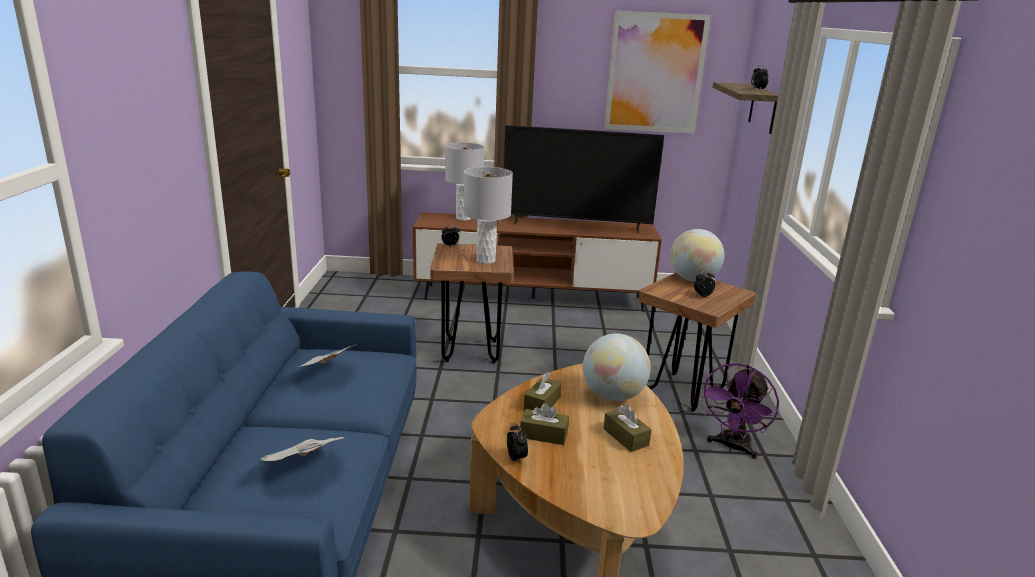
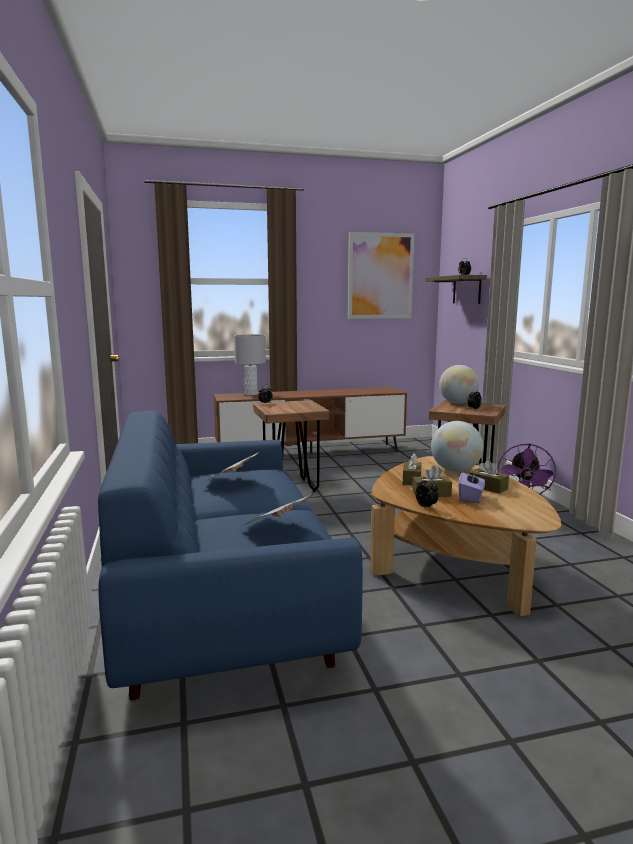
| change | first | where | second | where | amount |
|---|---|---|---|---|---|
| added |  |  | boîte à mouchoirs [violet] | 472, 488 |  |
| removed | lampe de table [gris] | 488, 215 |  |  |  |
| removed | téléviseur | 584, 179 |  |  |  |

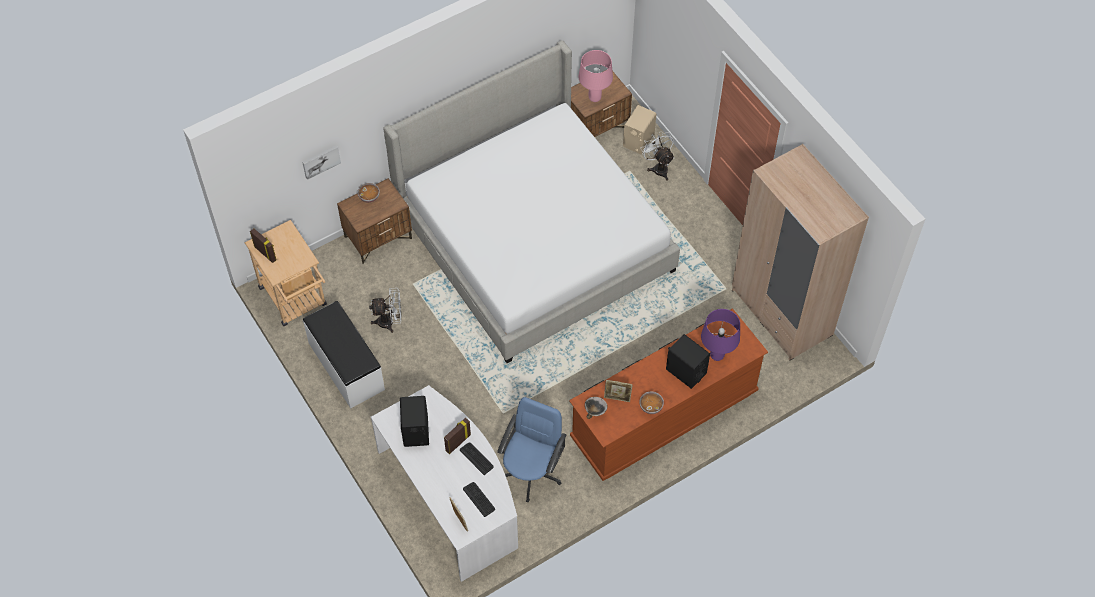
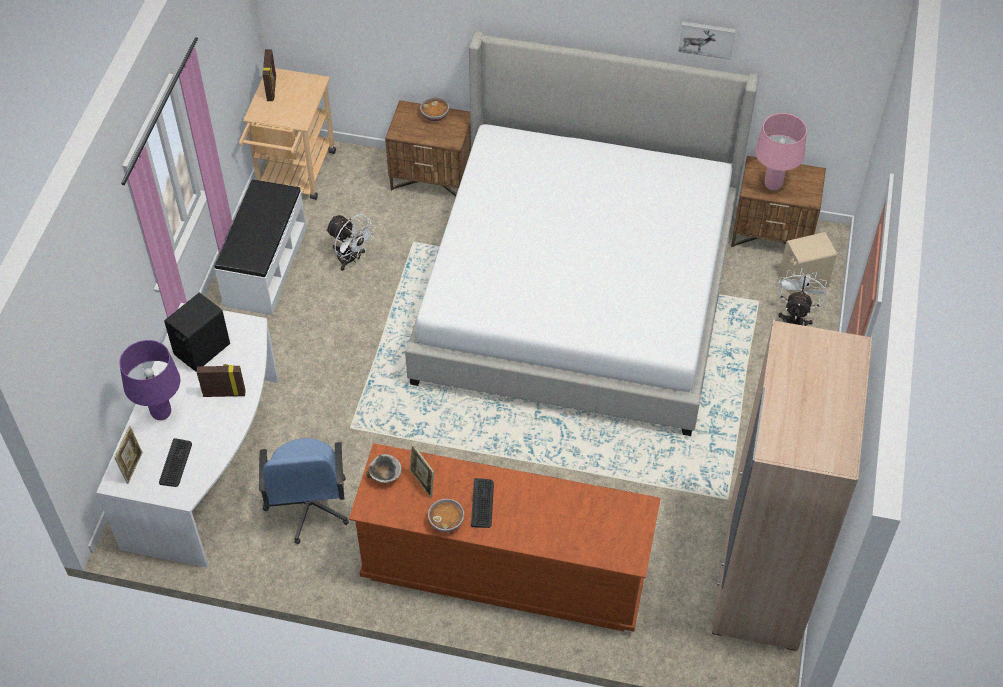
| change | first | where | second | where | amount |
|---|---|---|---|---|---|
| moved | lampe de table [violet] | 720, 335 |  | 149, 380 |  |
| turned | chaise de bureau [bleu] | 532, 449 |  | 304, 491 | 105 degrees clockwise |
| moved | clavier | 477, 459 |  | 482, 503 |  |
| moved | tableau | 321, 162 |  | 707, 41 |  |
| removed | enceinte [noir] | 688, 361 |  |  |  |

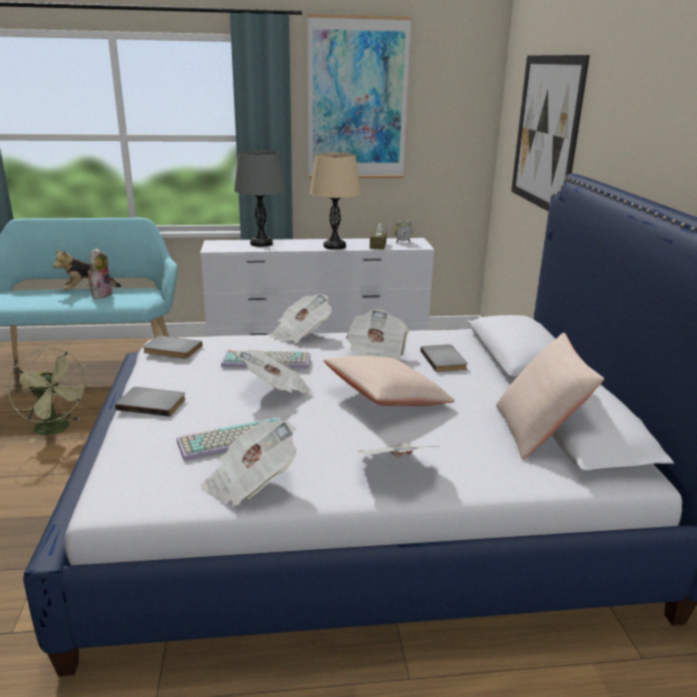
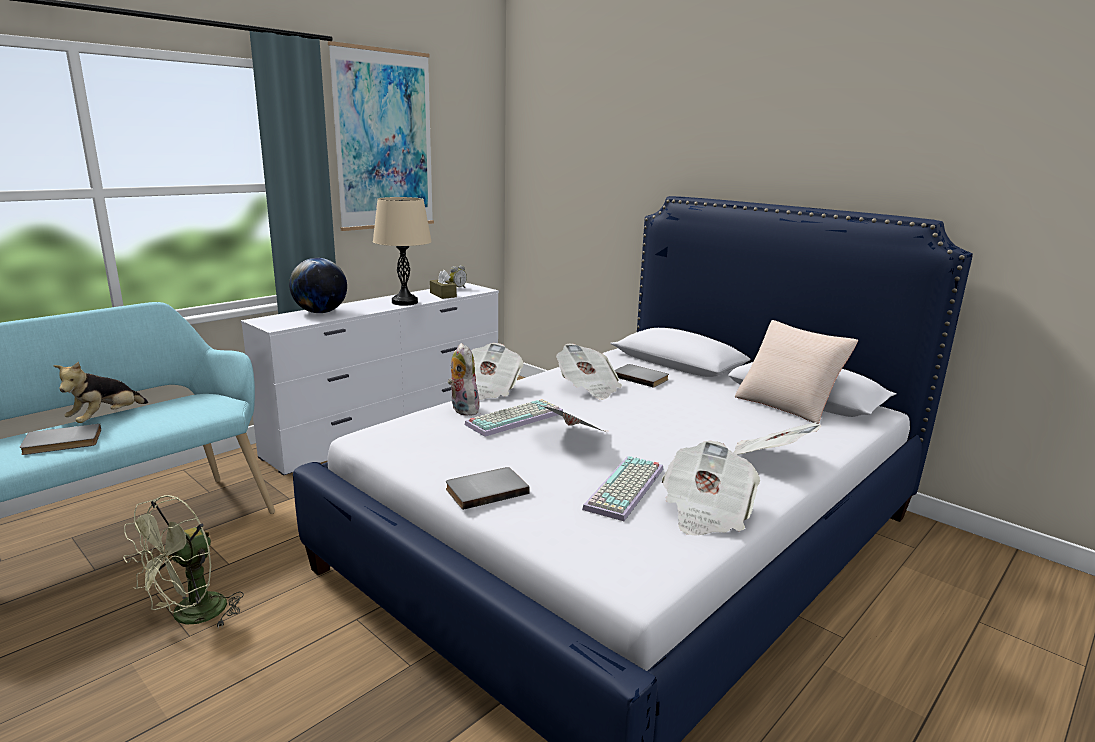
| change | first | where | second | where | amount |
|---|---|---|---|---|---|
| moved | livre [gris] | 173, 347 |  | 60, 439 |  |
| turned | ventilateur [vert] | 49, 395 |  | 183, 562 | 120 degrees clockwise |
| replaced | lampe de table [gris] | 259, 198 | globe | 318, 285 |  |
| moved | peluche | 100, 273 |  | 463, 379 |  |
| removed | coussin [beige] | 389, 381 |  |  |  |
| removed | tableau | 550, 133 |  |  |  |

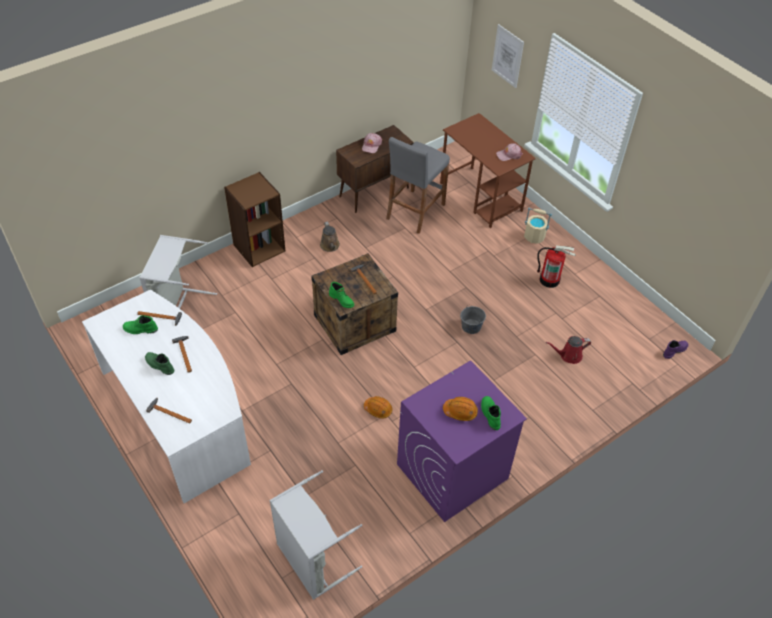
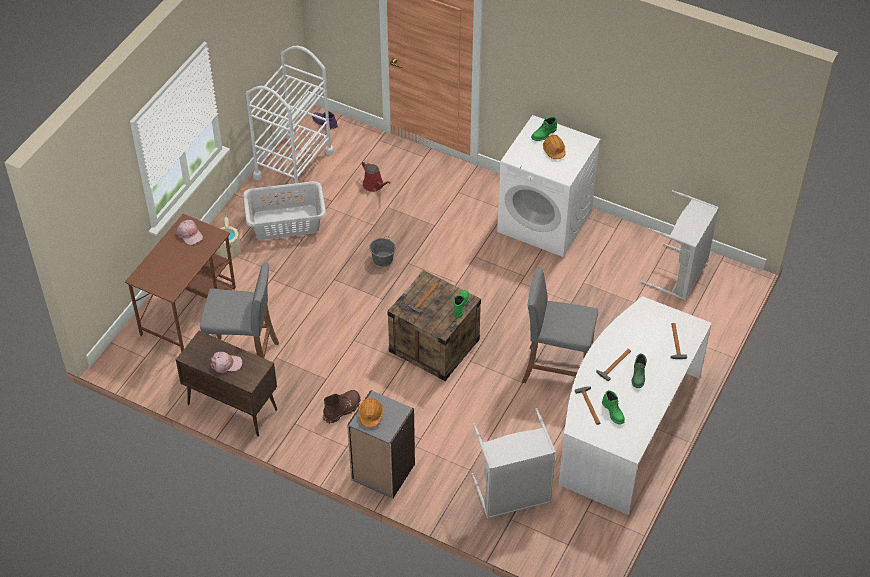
| change | first | where | second | where | amount |
|---|---|---|---|---|---|
| replaced | extincteur | 556, 267 | panier à linge [gris] | 284, 210 |  |
| added |  |  | chariot [blanc] | 290, 120 |  |
| replaced | arrosoir [marron] | 330, 236 | botte [marron] | 342, 407 |  |
| recoloured | bibliothèque [marron] | 254, 219 | bibliothèque [gris] | 381, 444 |  |
| moved | casque de chantier [orange] | 378, 407 |  | 370, 413 |  |
| recoloured | lave-linge [violet] | 462, 441 | lave-linge [blanc] | 549, 186 |  |
| added |  |  | tabouret [gris] | 560, 325 |  |
| removed | tableau | 508, 56 |  |  |  |

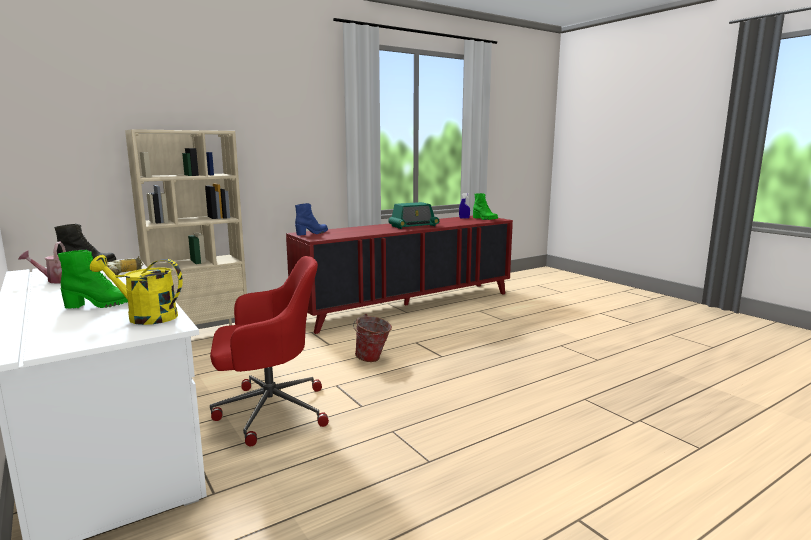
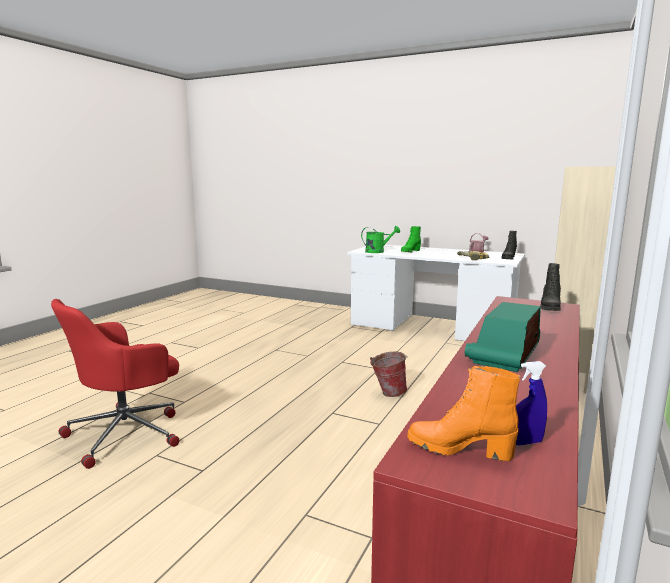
| change | first | where | second | where | amount |
|---|---|---|---|---|---|
| moved | chaise de bureau [rouge] | 269, 351 |  | 115, 384 |  |
| recoloured | arrosoir [jaune] | 136, 290 | arrosoir [vert] | 380, 239 |  |
| recoloured | botte [vert] | 485, 206 | botte [orange] | 464, 413 |  |
| recoloured | botte [bleu] | 311, 219 | botte [noir] | 550, 287 |  |

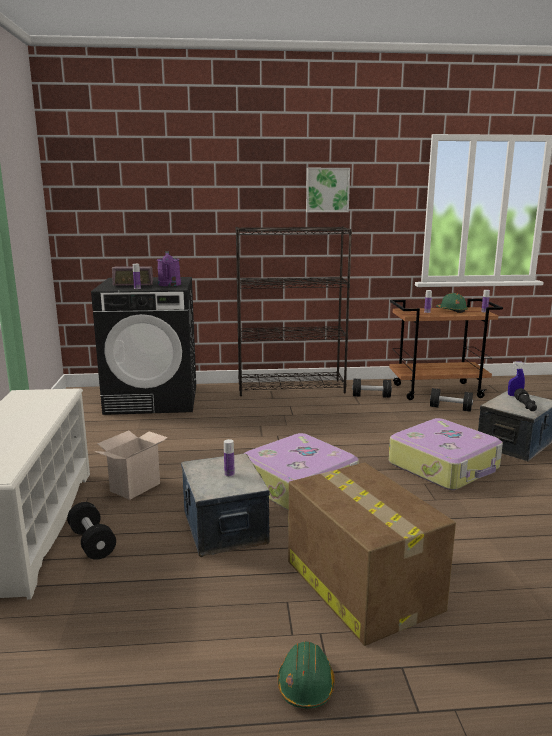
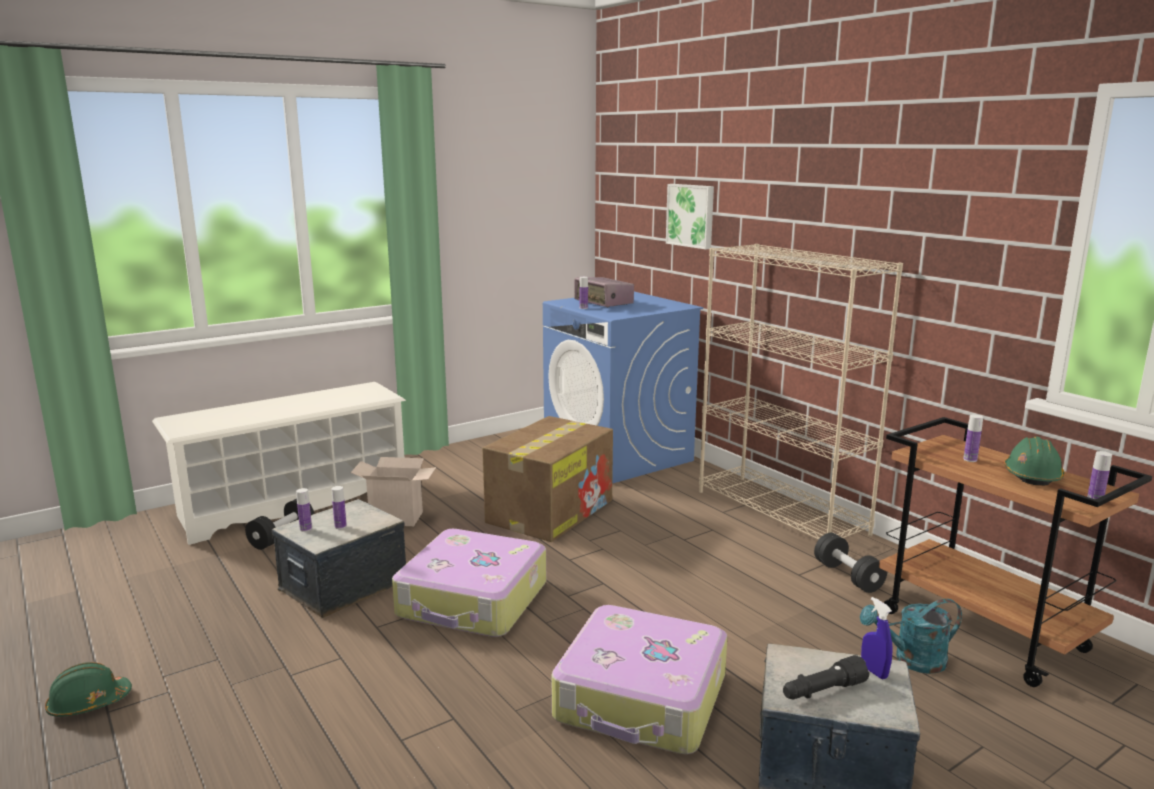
| change | first | where | second | where | amount |
|---|---|---|---|---|---|
| added |  |  | bouteille | 304, 510 |  |
| moved | carton | 372, 554 |  | 547, 479 |  |
| recoloured | lave-linge [noir] | 143, 346 | lave-linge [bleu] | 623, 388 |  |
| moved | tableau | 328, 190 |  | 690, 216 |  |
| recoloured | bibliothèque [noir] | 293, 311 | bibliothèque [beige] | 801, 391 |  |
| replaced | haltère [noir] | 451, 400 | arrosoir [turquoise] | 911, 636 |  |
| removed | arrosoir [violet] | 169, 268 |  |  |  |

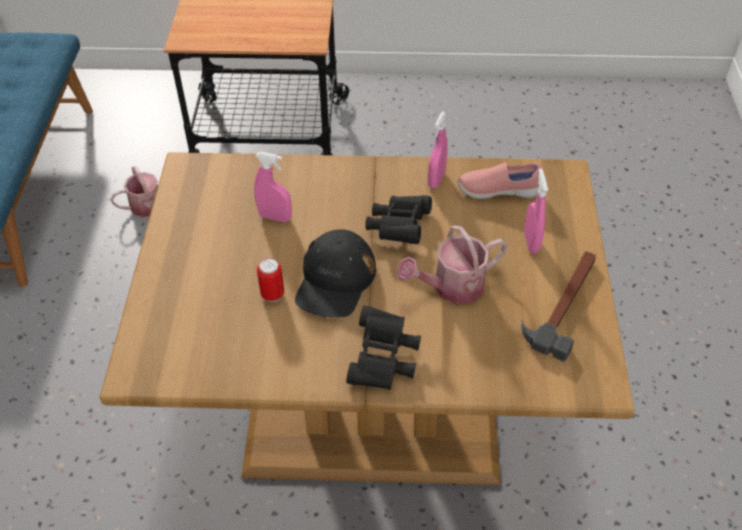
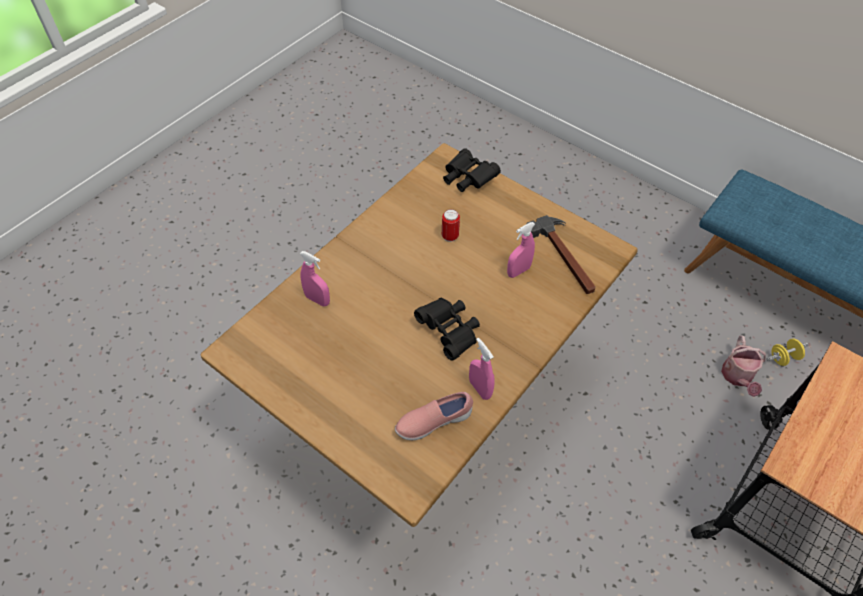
| change | first | where | second | where | amount |
|---|---|---|---|---|---|
| moved | vaporisateur [rose] | 536, 210 |  | 315, 279 |  |
| turned | chaussure [rose] | 499, 180 |  | 434, 416 | 150 degrees counterclockwise |
| moved | jumelles [noir] | 383, 348 |  | 472, 170 |  |
| moved | marteau | 558, 306 |  | 561, 254 |  |
| added |  |  | haltère [jaune] | 788, 352 |  |
| removed | casquette [noir] | 335, 273 |  |  |  |
| removed | arrosoir | 452, 264 |  |  |  |

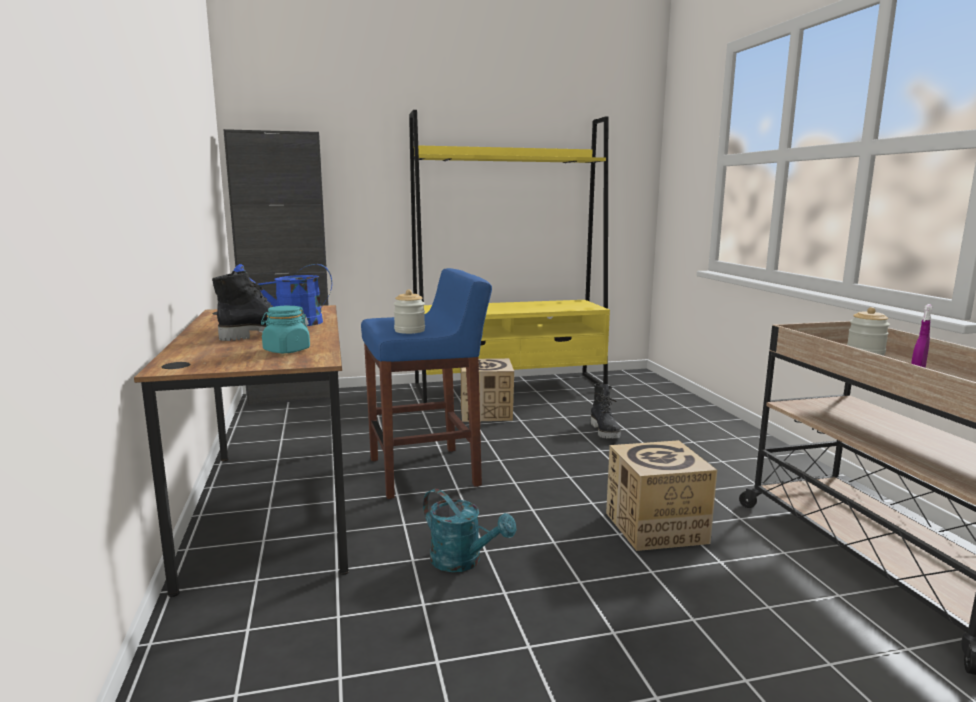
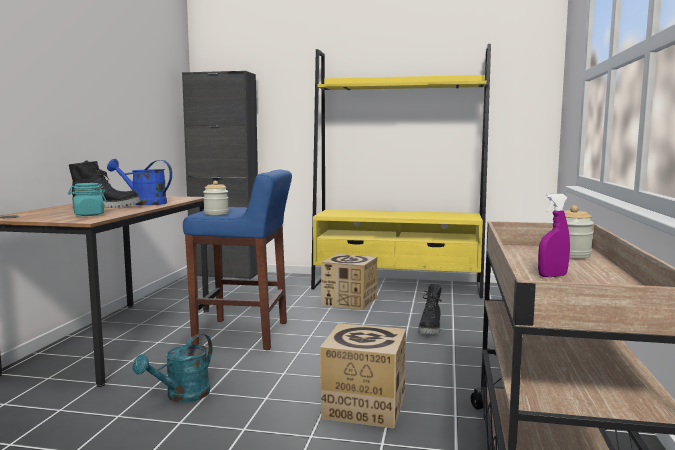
| change | first | where | second | where | amount |
|---|---|---|---|---|---|
| turned | arrosoir [turquoise] | 469, 530 |  | 173, 368 | 60 degrees clockwise |

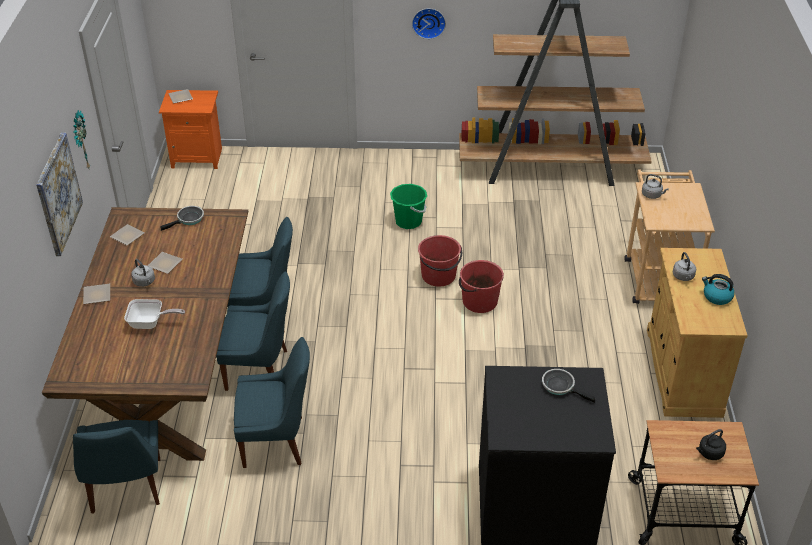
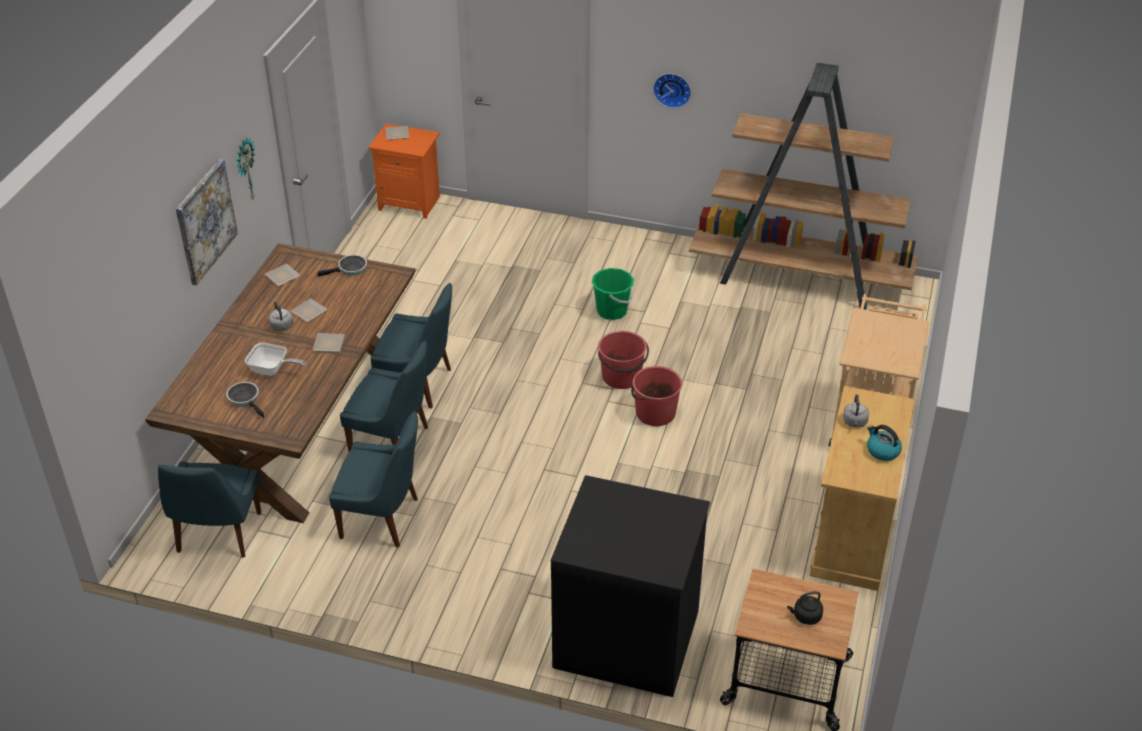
| change | first | where | second | where | amount |
|---|---|---|---|---|---|
| moved | poêle | 568, 386 |  | 245, 400 |  |
| moved | assiette | 96, 294 |  | 328, 342 |  |
| removed | bouilloire [gris] | 655, 186 |  |  |  |

